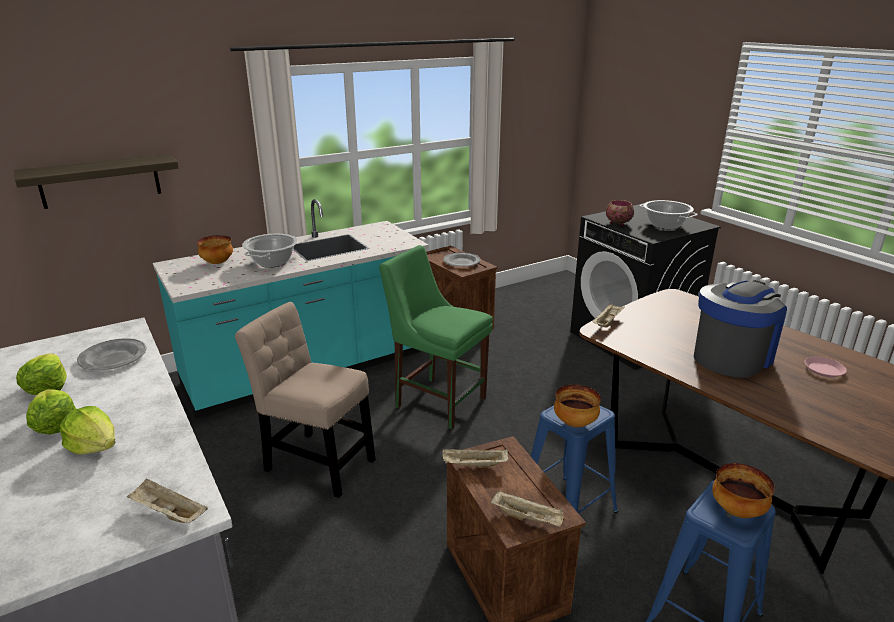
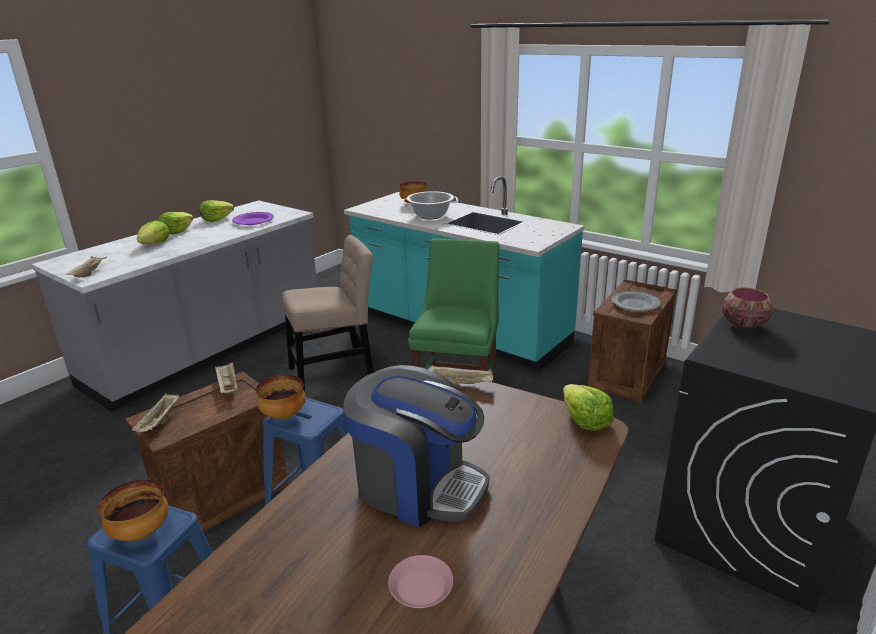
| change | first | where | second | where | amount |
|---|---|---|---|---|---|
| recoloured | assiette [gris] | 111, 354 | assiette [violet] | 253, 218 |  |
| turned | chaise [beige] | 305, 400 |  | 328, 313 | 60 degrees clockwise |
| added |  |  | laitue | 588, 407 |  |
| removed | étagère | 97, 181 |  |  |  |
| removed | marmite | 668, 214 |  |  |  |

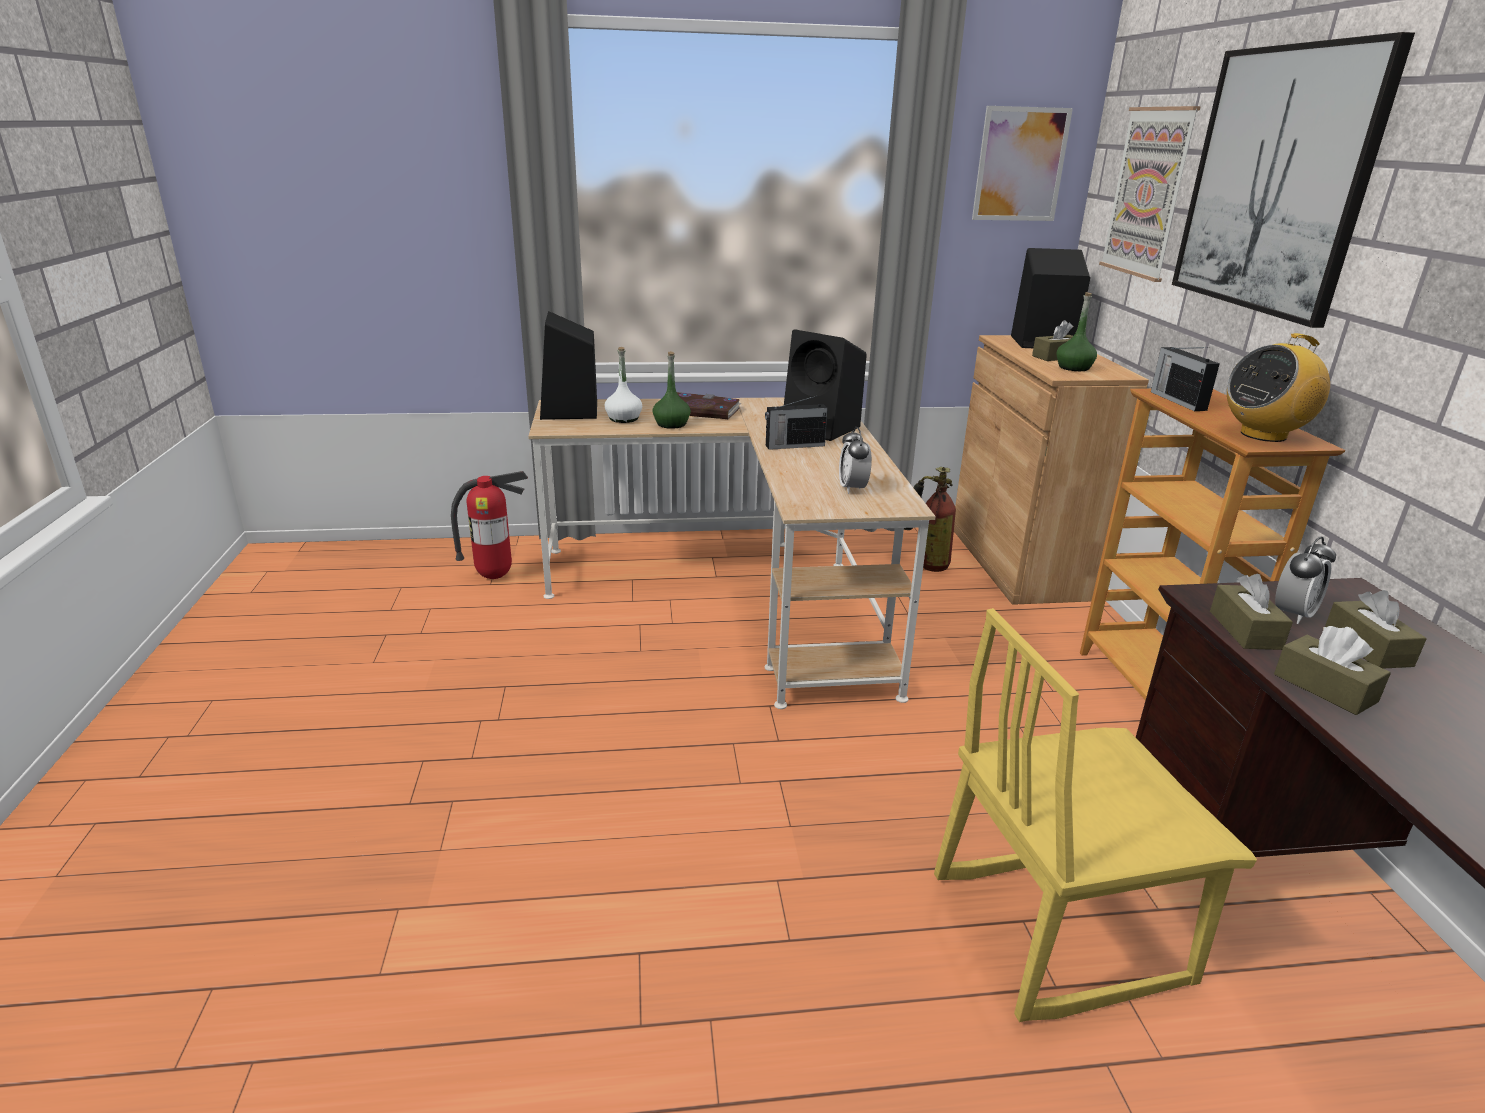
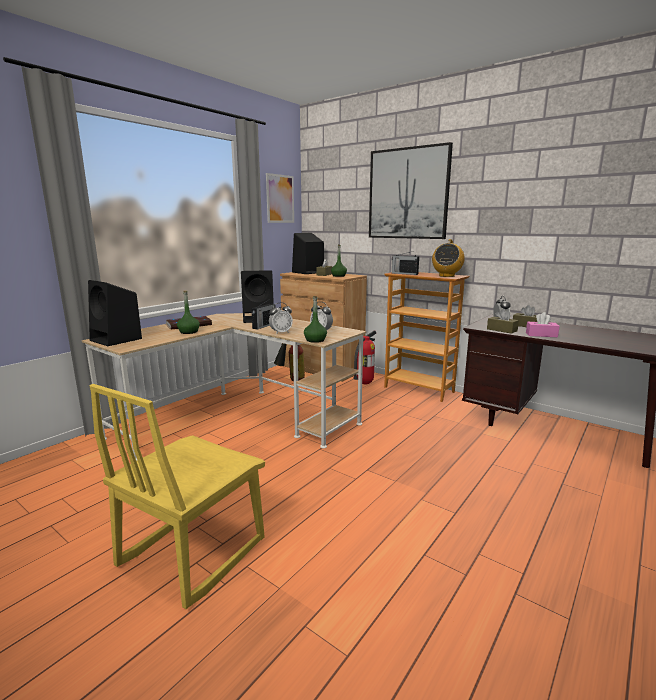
| change | first | where | second | where | amount |
|---|---|---|---|---|---|
| moved | chaise [jaune] | 1095, 815 |  | 177, 496 |  |
| added |  |  | réveil | 281, 318 |  |
| added |  |  | bouteille [vert] | 315, 319 |  |
| moved | extincteur | 489, 525 |  | 364, 357 |  |
| recoloured | boîte à mouchoirs [marron] | 1332, 670 | boîte à mouchoirs [rose] | 543, 324 |  |
| removed | bouteille [blanc] | 623, 385 |  |  |  |
| removed | tableau | 1150, 194 |  |  |  |

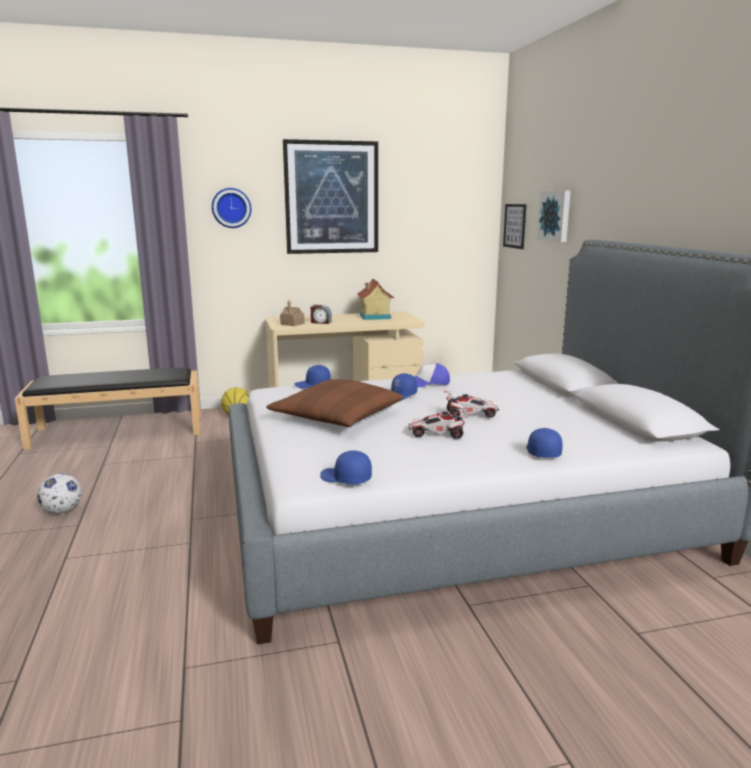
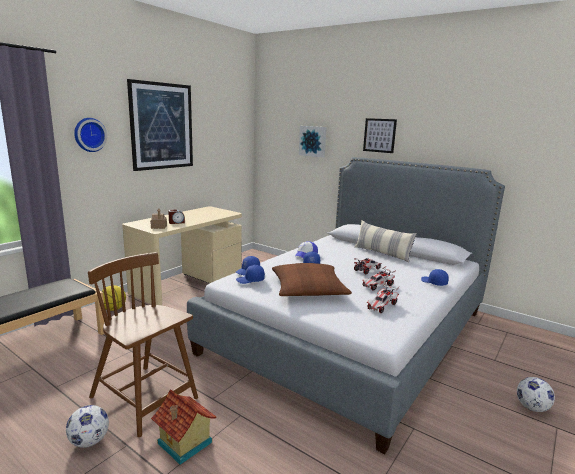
| change | first | where | second | where | amount |
|---|---|---|---|---|---|
| added |  |  | chaise [marron] | 143, 344 |  |
| moved | maison miniature | 375, 299 |  | 183, 427 |  |
| moved | casquette [bleu] | 346, 467 |  | 250, 274 |  |
| added |  |  | coussin | 385, 241 |  |
| moved | tableau | 515, 226 |  | 380, 135 |  |
| added |  |  | petite voiture | 383, 298 |  |
| added |  |  | ballon de foot | 536, 394 |  |

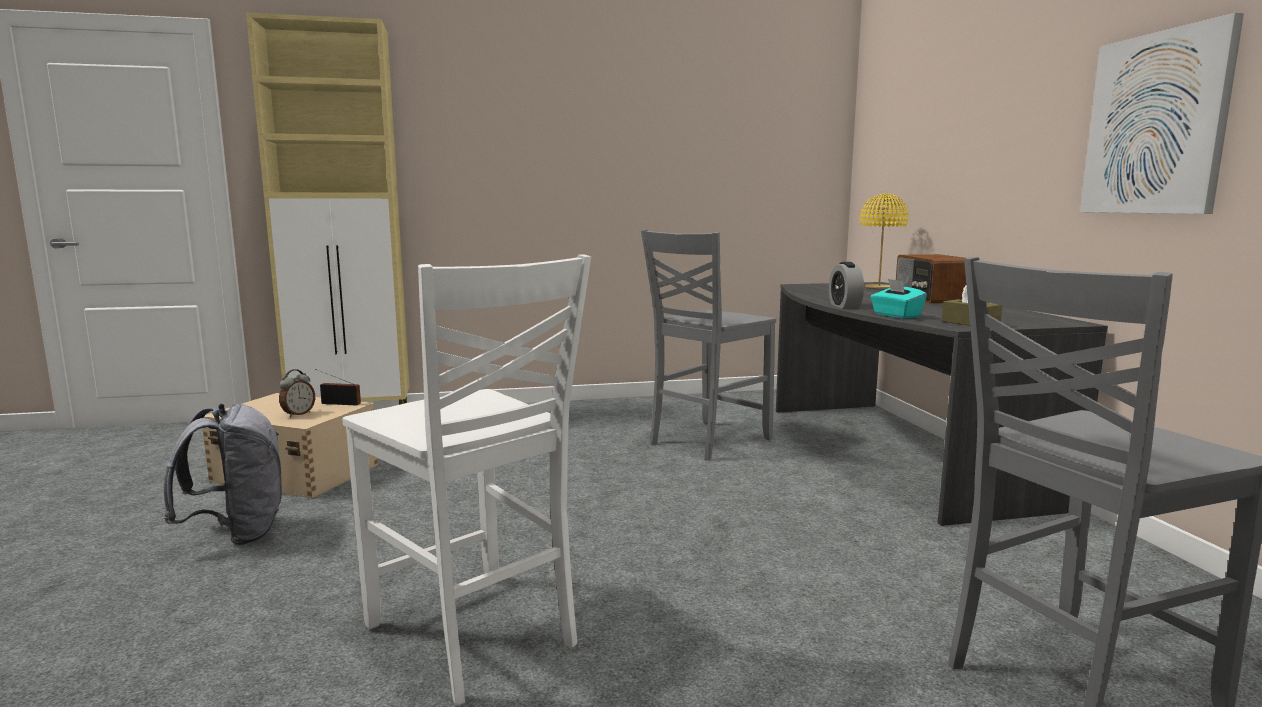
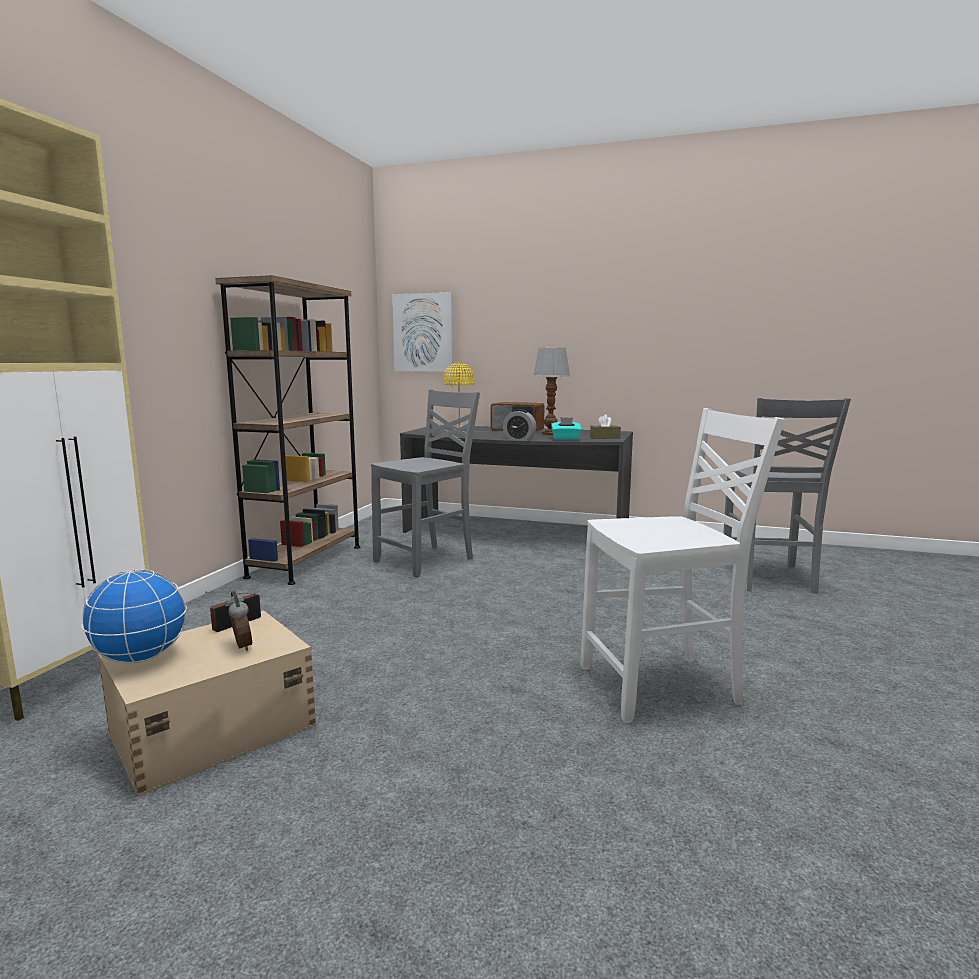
| change | first | where | second | where | amount |
|---|---|---|---|---|---|
| added |  |  | globe | 134, 616 |  |
| added |  |  | bibliothèque [marron] | 287, 430 |  |
| turned | chaise [gris] | 708, 345 |  | 425, 484 | 120 degrees counterclockwise |
| moved | tableau | 1162, 113 |  | 423, 332 |  |
| added |  |  | lampe de table | 552, 392 |  |
| removed | sac à dos [gris] | 222, 475 |  |  |  |

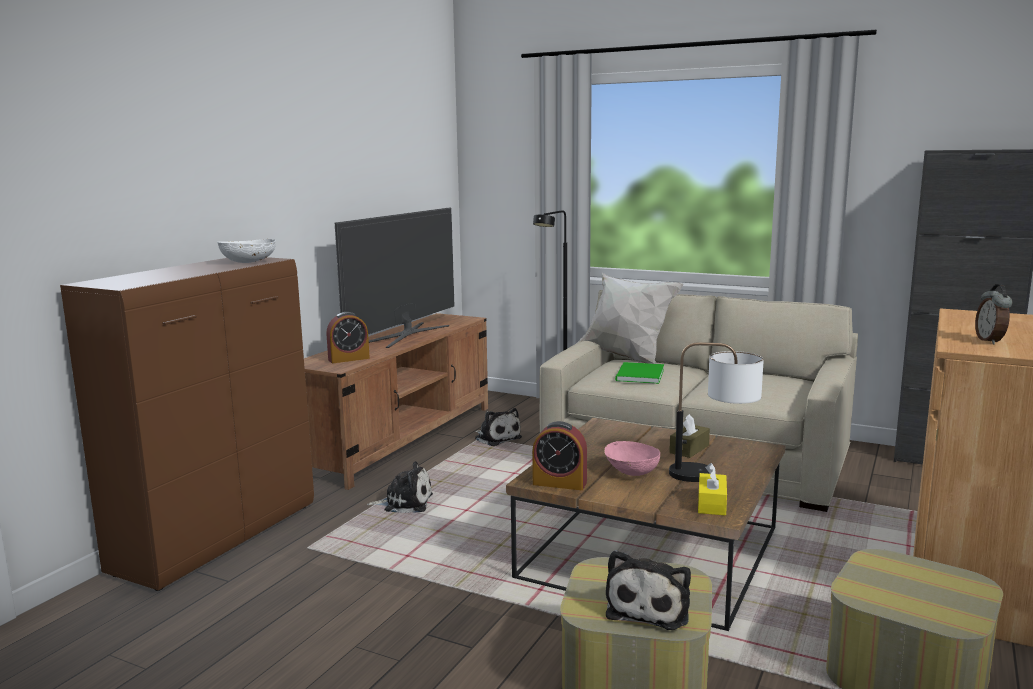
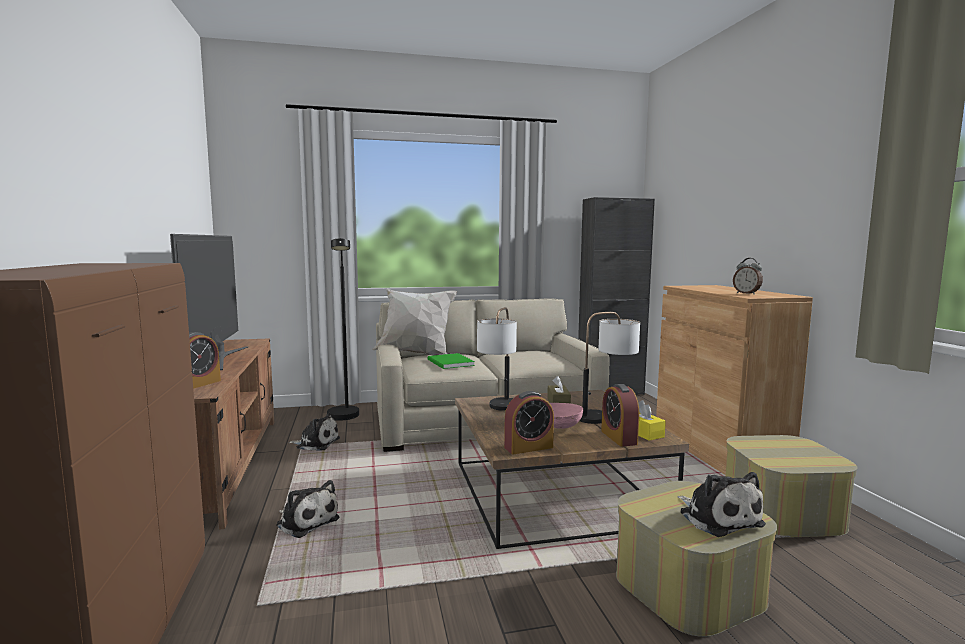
| change | first | where | second | where | amount |
|---|---|---|---|---|---|
| turned | peluche | 400, 487 |  | 308, 509 | 75 degrees clockwise |
| added |  |  | lampe de table | 497, 359 |  |
| added |  |  | réveil | 620, 415 |  |
| removed | bol [blanc] | 246, 251 |  |  |  |

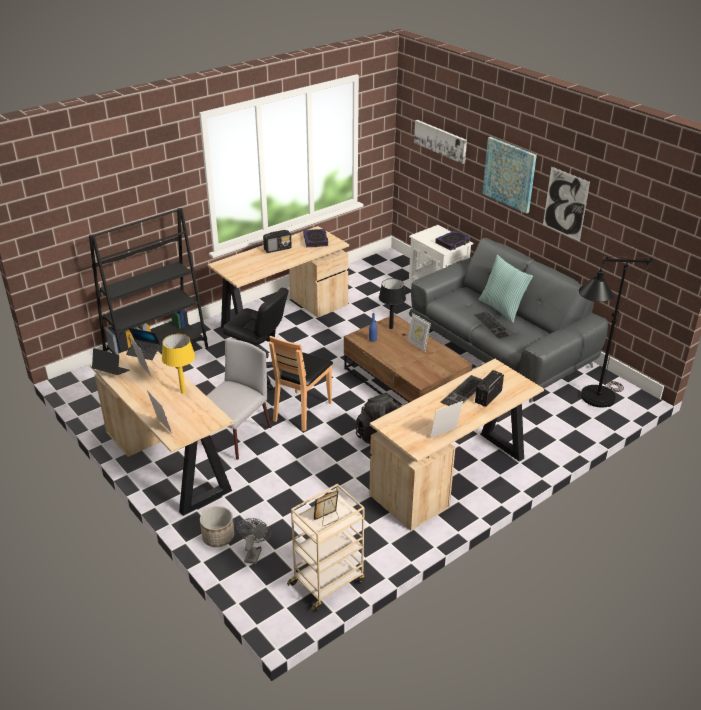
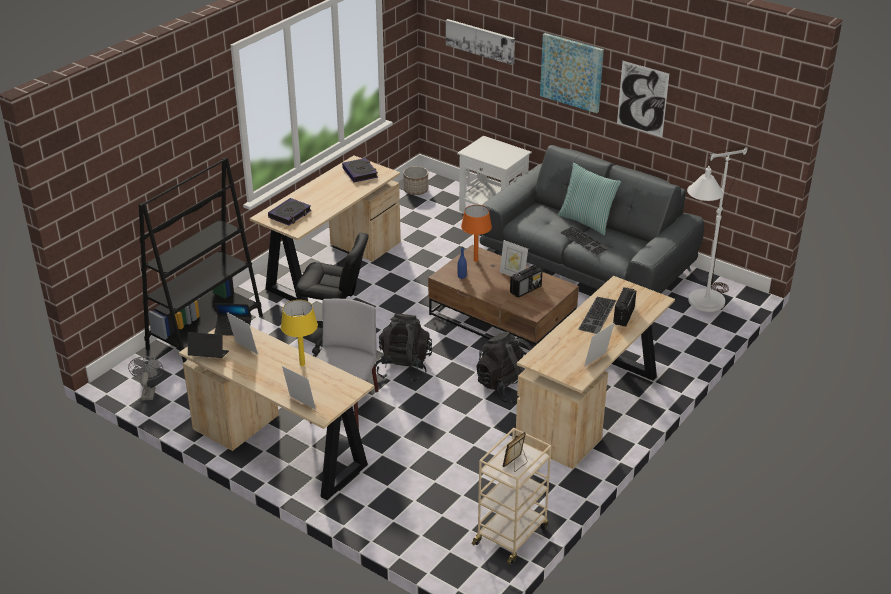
| change | first | where | second | where | amount |
|---|---|---|---|---|---|
| moved | ventilateur [gris] | 253, 541 |  | 145, 378 |  |
| moved | livre | 452, 240 |  | 289, 211 |  |
| replaced | chaise [marron] | 301, 383 | sac à dos [noir] | 403, 348 |  |
| moved | cache-pot | 217, 526 |  | 415, 180 |  |
| recoloured | lampe de table [noir] | 392, 303 | lampe de table [orange] | 476, 233 |  |
| moved | radio | 277, 241 |  | 526, 281 |  |
| recoloured | lampadaire [noir] | 615, 332 | lampadaire [blanc] | 717, 229 |  |

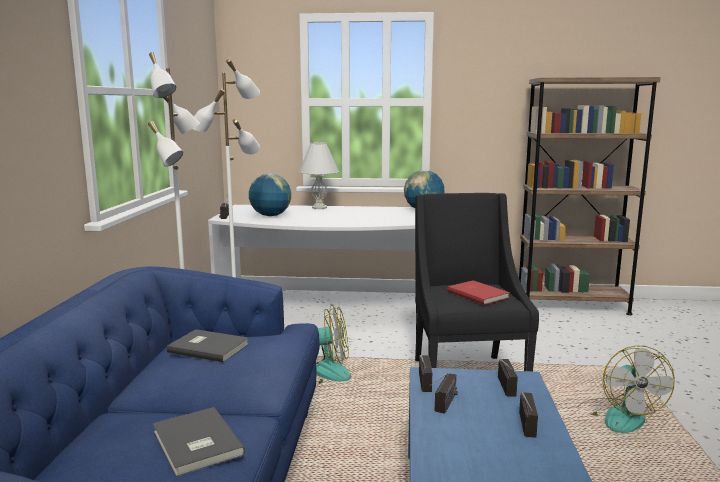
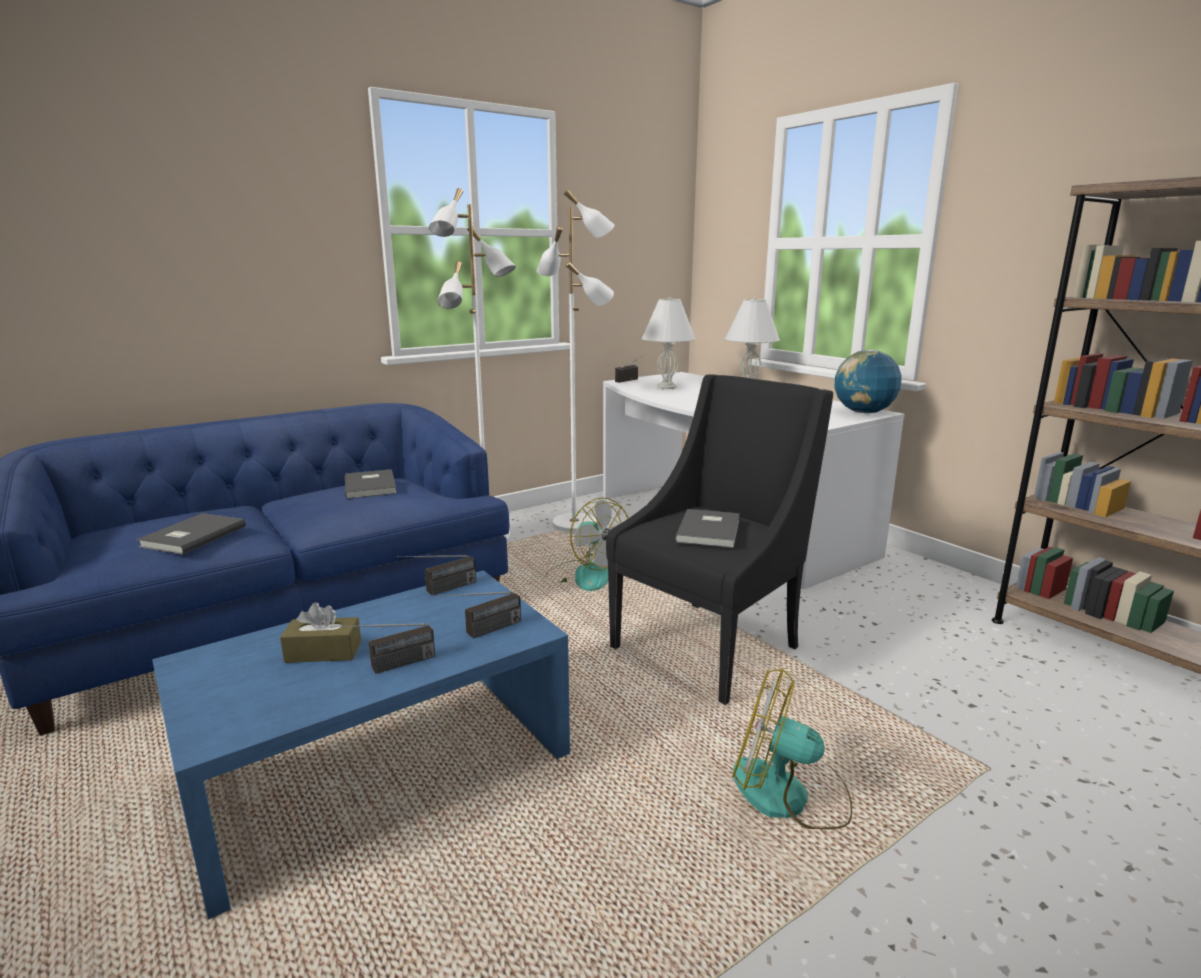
| change | first | where | second | where | amount |
|---|---|---|---|---|---|
| added |  |  | boîte à mouchoirs [marron] | 320, 632 |  |
| replaced | globe | 270, 194 | lampe de table [blanc] | 668, 343 |  |
| recoloured | livre [rouge] | 478, 292 | livre [gris] | 707, 528 |  |
| turned | ventilateur | 628, 389 |  | 792, 748 | 60 degrees clockwise |
| removed | radio | 444, 393 |  |  |  |

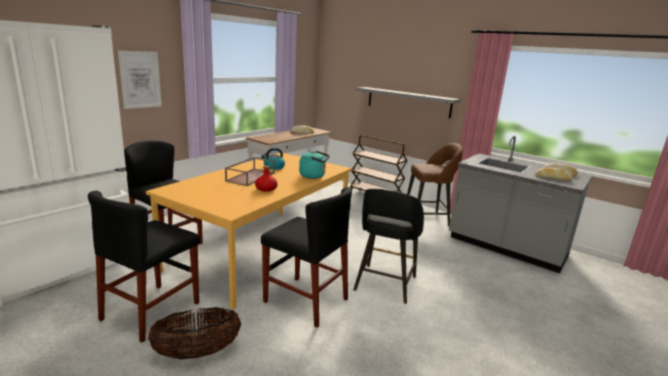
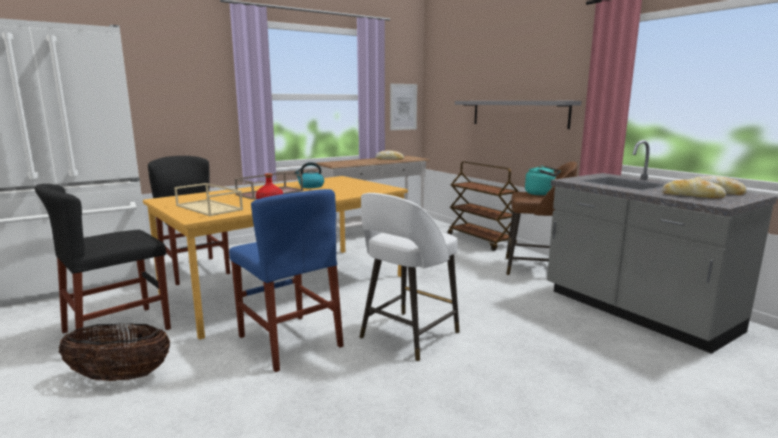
| change | first | where | second | where | amount |
|---|---|---|---|---|---|
| added |  |  | plateau [beige] | 208, 199 |  |
| recoloured | chaise [noir] | 306, 257 | chaise [bleu] | 286, 280 |  |
| recoloured | tabouret [noir] | 388, 246 | tabouret [blanc] | 410, 277 |  |
| moved | tableau | 140, 80 |  | 403, 107 |  |
| moved | bouilloire [turquoise] | 314, 165 |  | 543, 180 |  |

